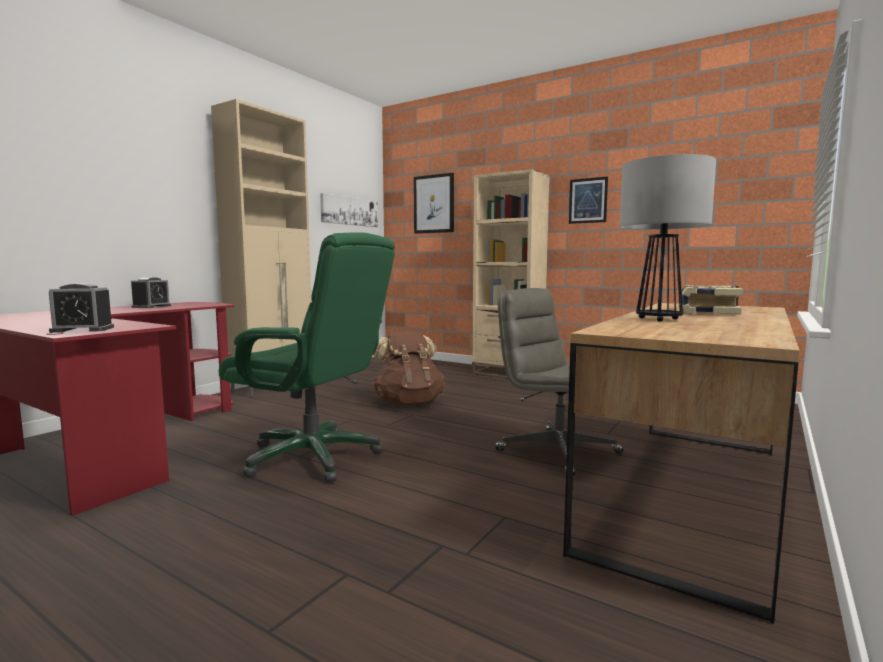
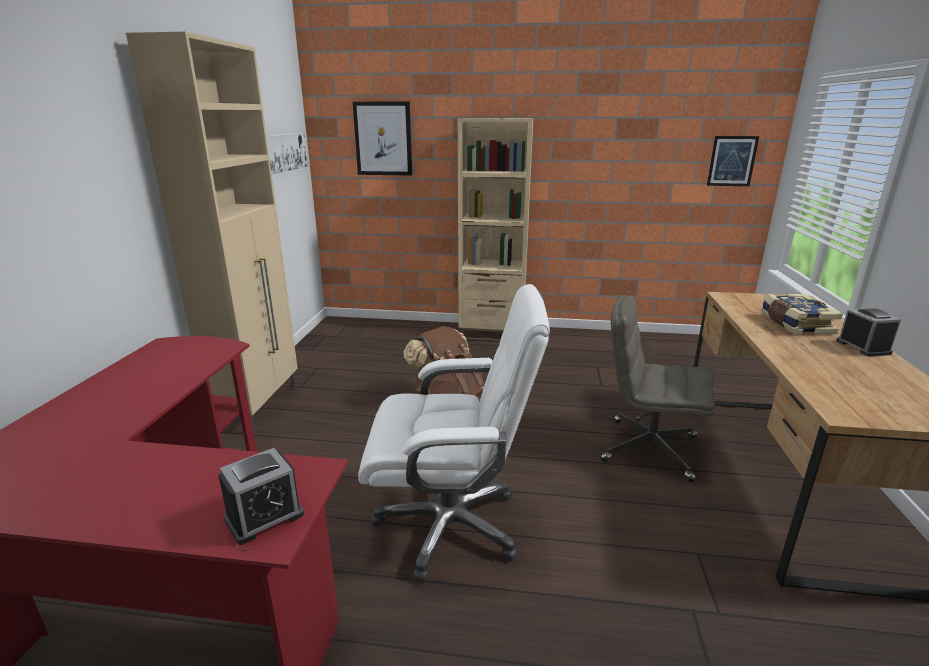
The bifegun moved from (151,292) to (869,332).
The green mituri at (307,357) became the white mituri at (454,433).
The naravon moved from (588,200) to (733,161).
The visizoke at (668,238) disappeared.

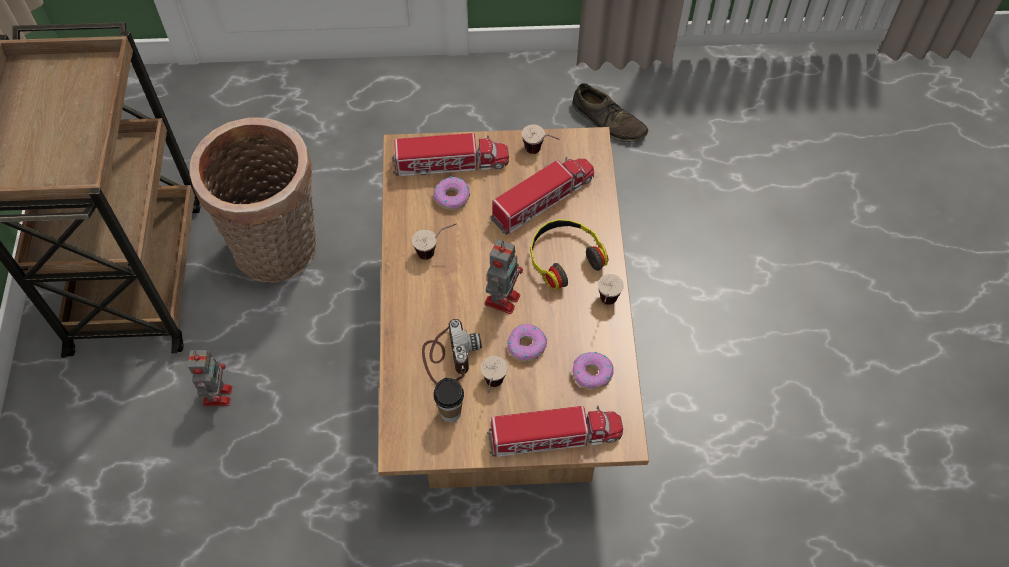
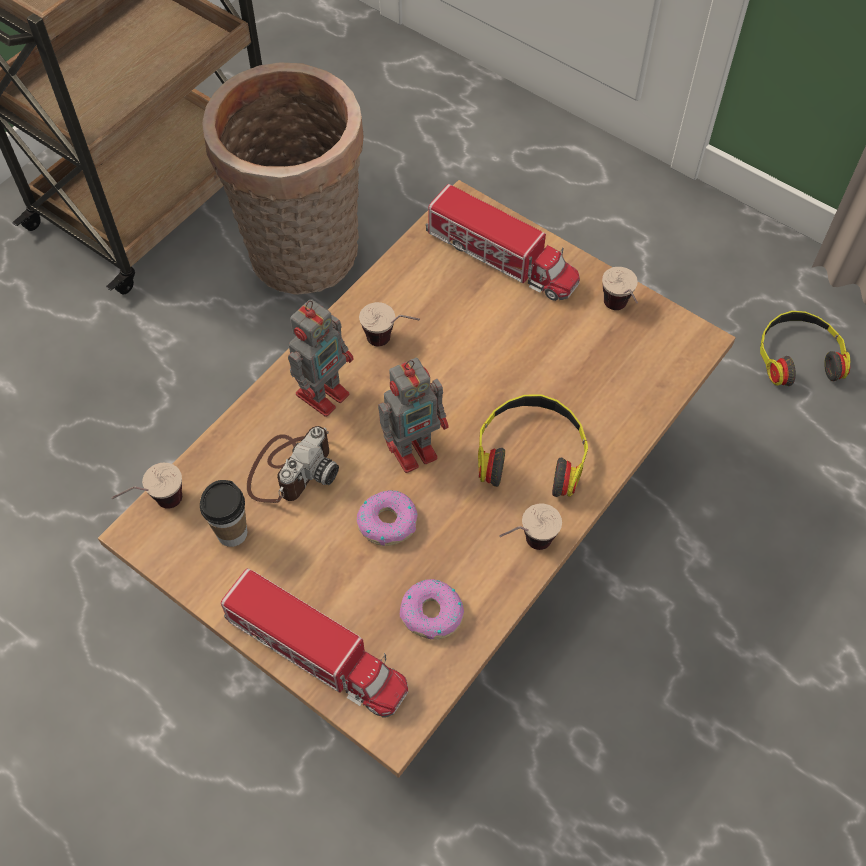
The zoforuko moved from (210,378) to (321,358).
The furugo at (452,193) disappeared.
The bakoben moved from (494,374) to (146,486).
The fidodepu at (542,196) disappeared.
The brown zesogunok at (610,112) was replaced by the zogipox at (805,348).

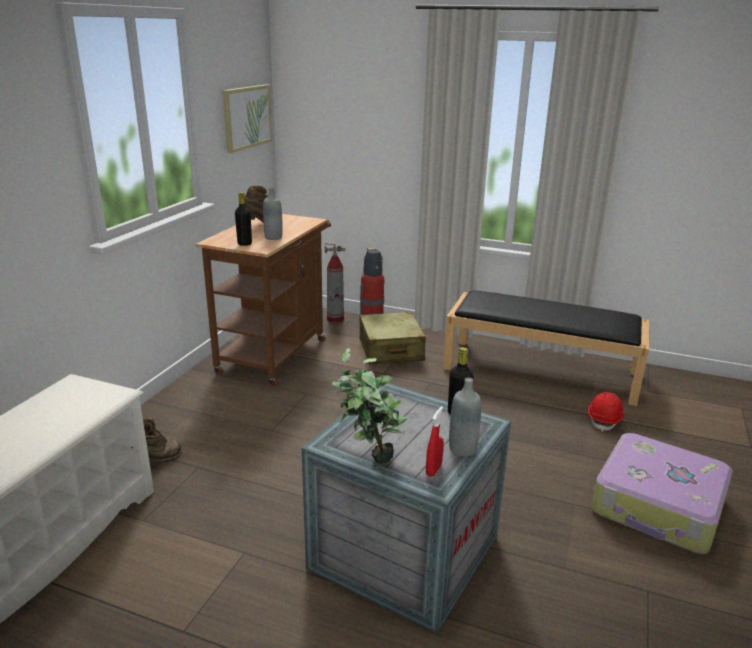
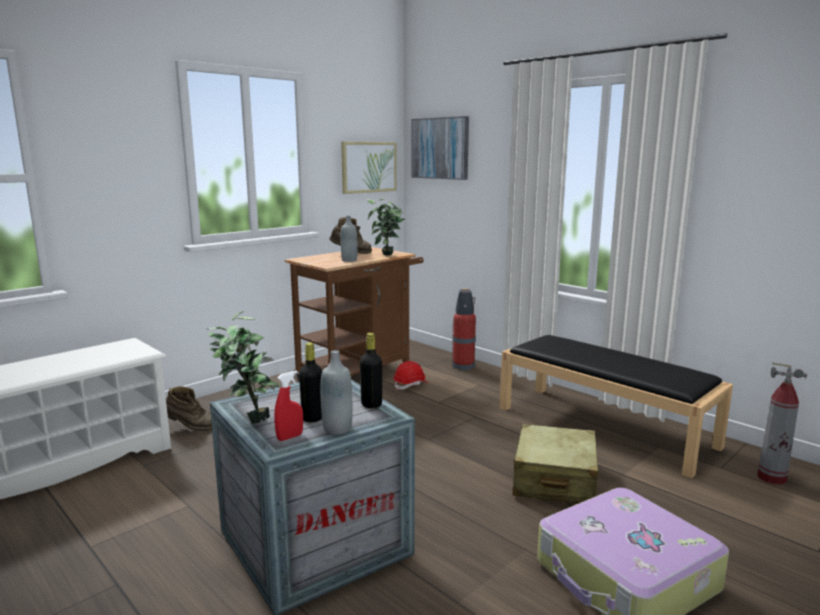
The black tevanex moved from (243,219) to (310,382).
The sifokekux moved from (335,283) to (782,423).
The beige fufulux moved from (392,338) to (556,464).
The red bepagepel moved from (606,412) to (410,375).
The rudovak at (386,226) appeared.
The naravon at (440,148) appeared.

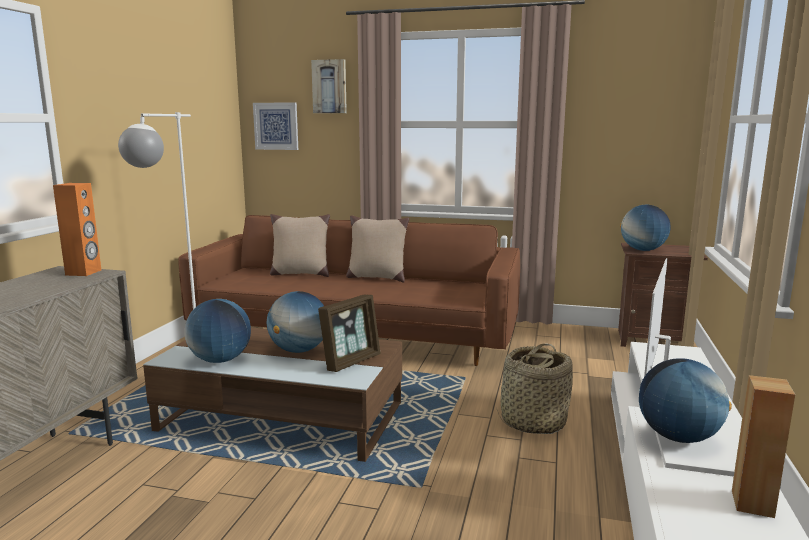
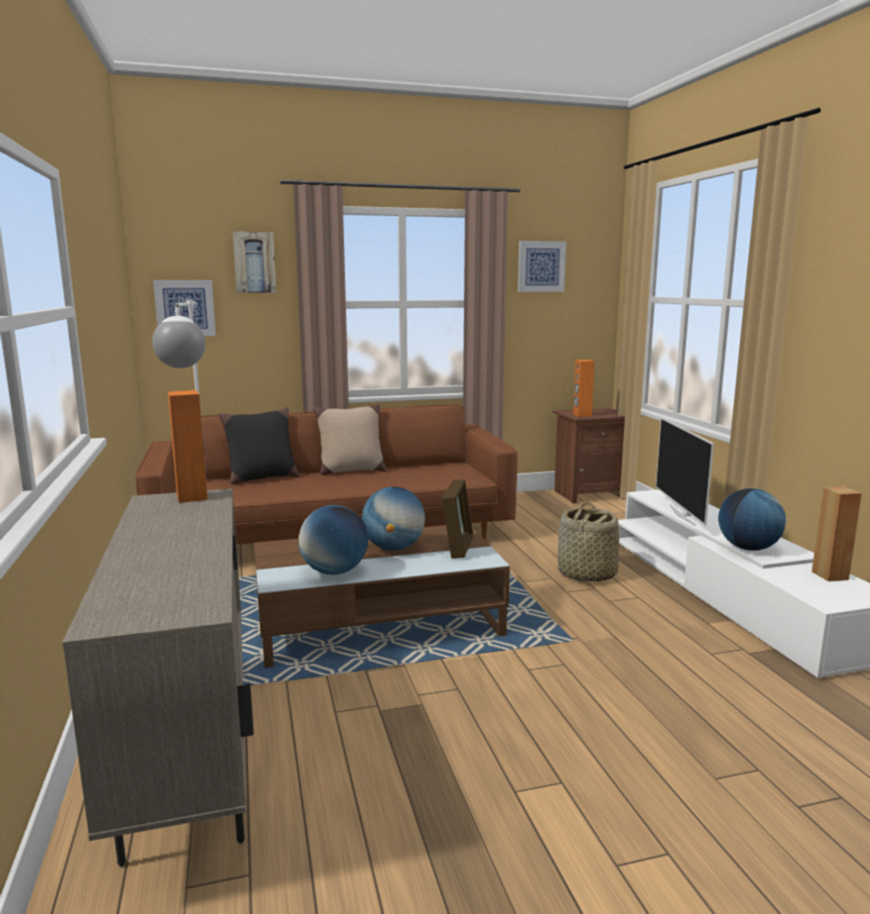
The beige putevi at (300,245) became the black putevi at (258,445).
The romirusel at (645,228) was replaced by the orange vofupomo at (584,388).
The naravon at (542,266) appeared.

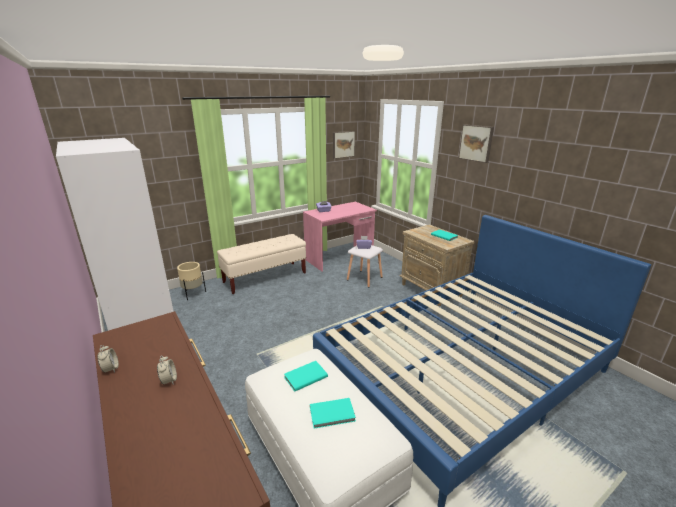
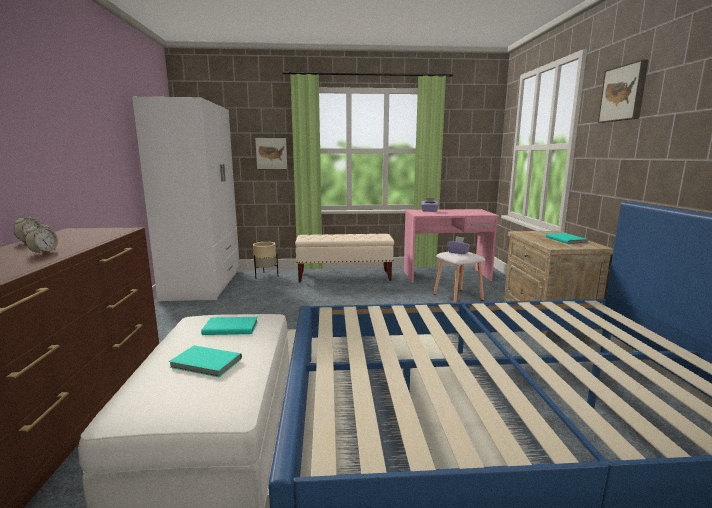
The naravon moved from (344,145) to (271,153).

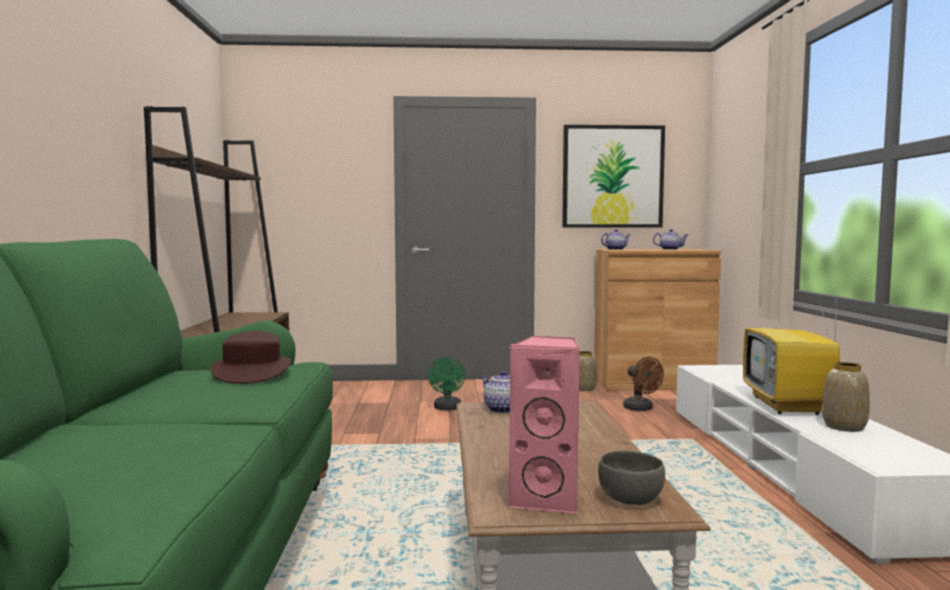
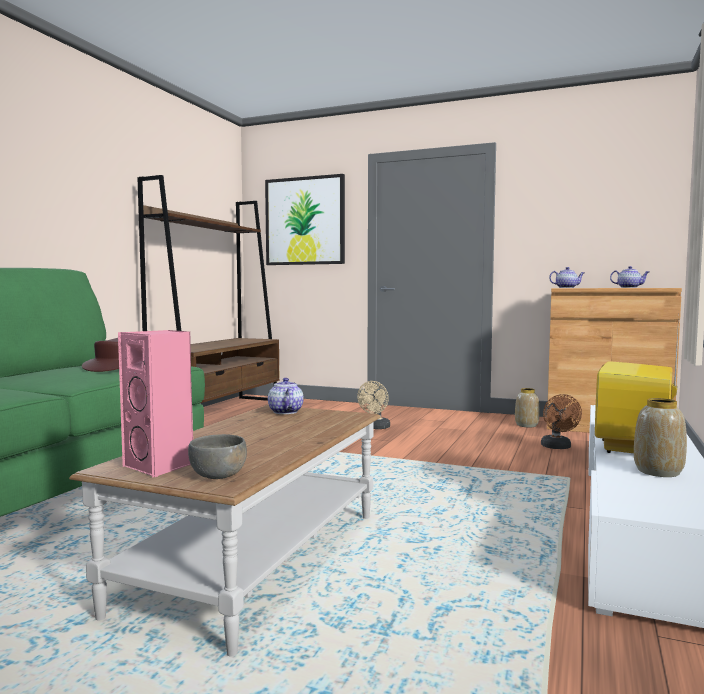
The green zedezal at (446,383) became the beige zedezal at (373,405).
The naravon moved from (613,176) to (305,219).

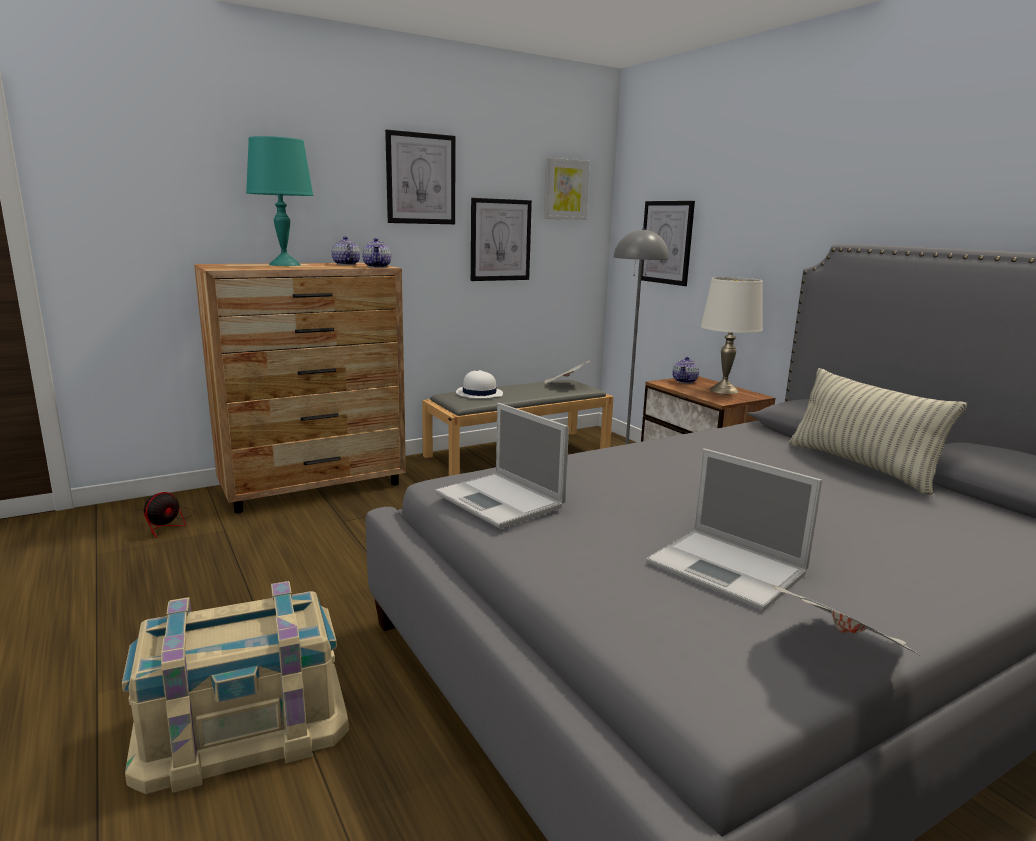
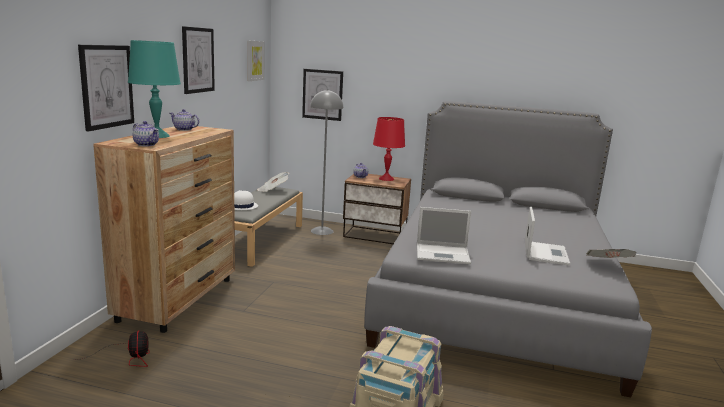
The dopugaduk moved from (376,252) to (146,133).
The naravon moved from (501,239) to (106,88).
The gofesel at (734,530) turned 75 degrees counterclockwise.
The white visizoke at (732,335) became the red visizoke at (389,149).
The putevi at (878,431) disappeared.

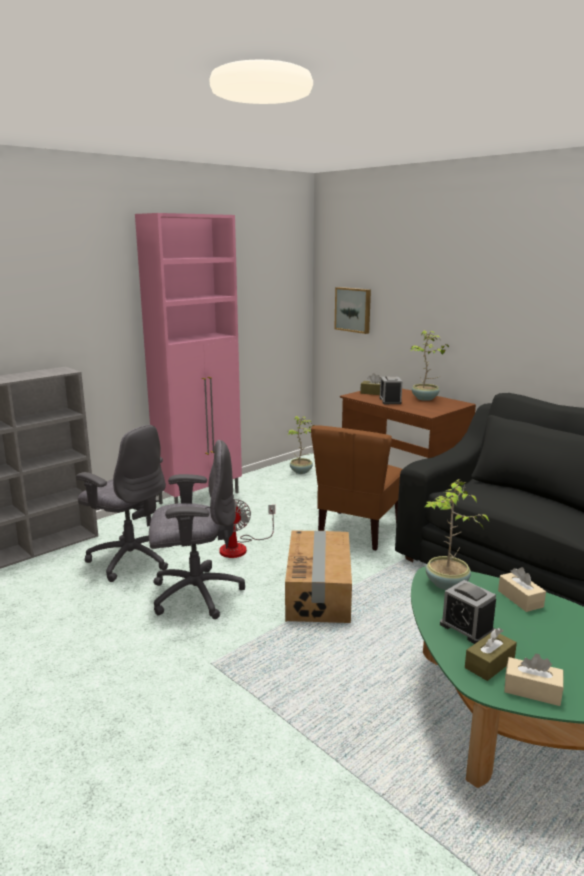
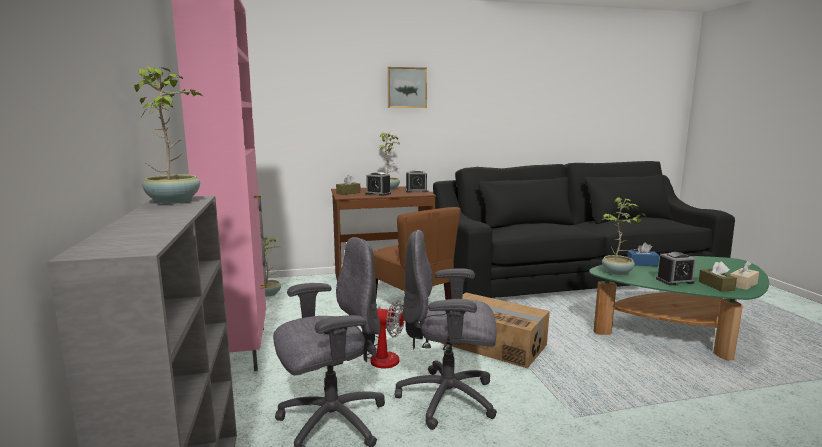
The grey mituri at (197,529) turned 105 degrees counterclockwise.
The naravon moved from (352,310) to (407,87).
The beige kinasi at (522,589) became the blue kinasi at (643,254).
The rudovak at (168,135) appeared.
The bifegun at (416,181) appeared.

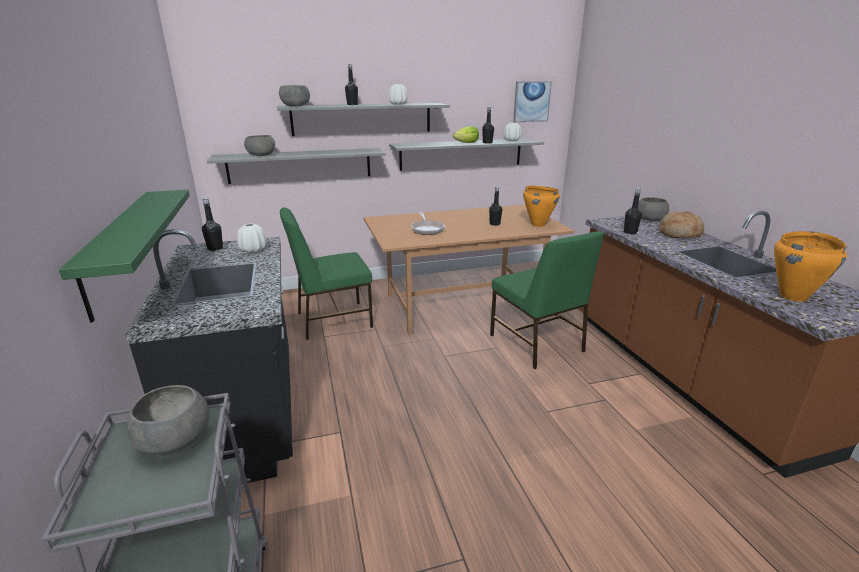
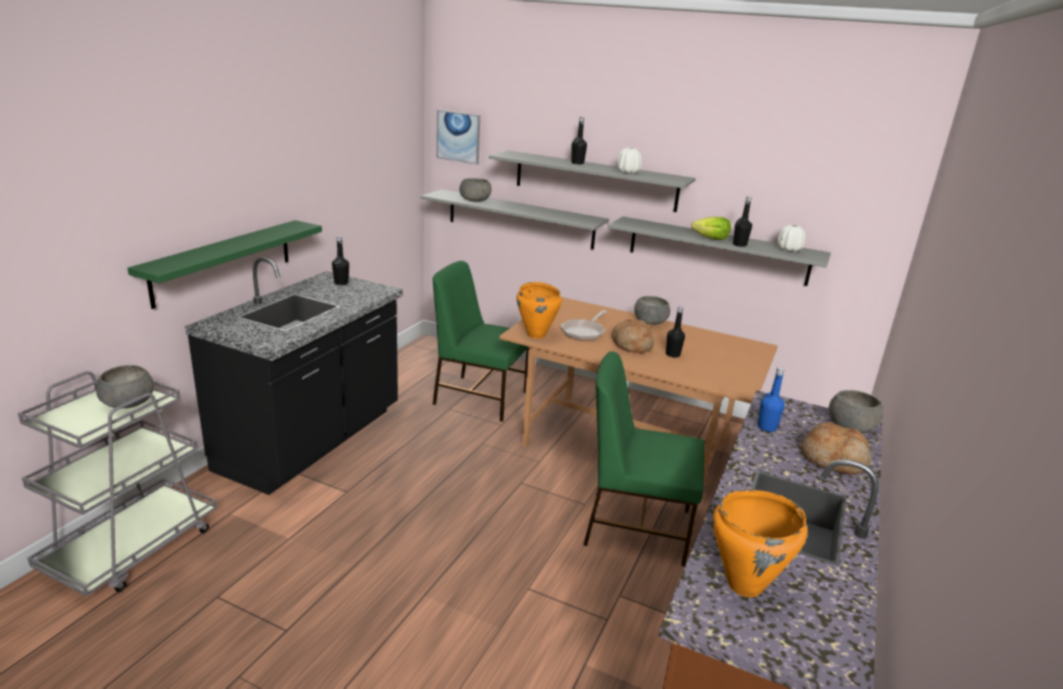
The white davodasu at (252,238) disappeared.
The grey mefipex moved from (294,95) to (652,310).
The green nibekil at (547,300) turned 90 degrees clockwise.
The naravon moved from (532,101) to (458,137).
The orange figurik moved from (541,206) to (539,310).
The black tevanex at (633,211) became the blue tevanex at (771,399).
The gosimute at (632,336) appeared.

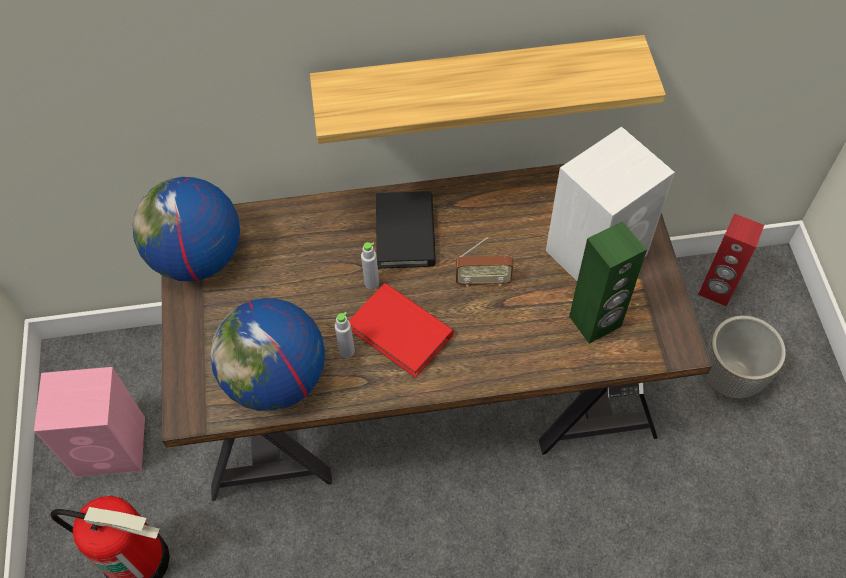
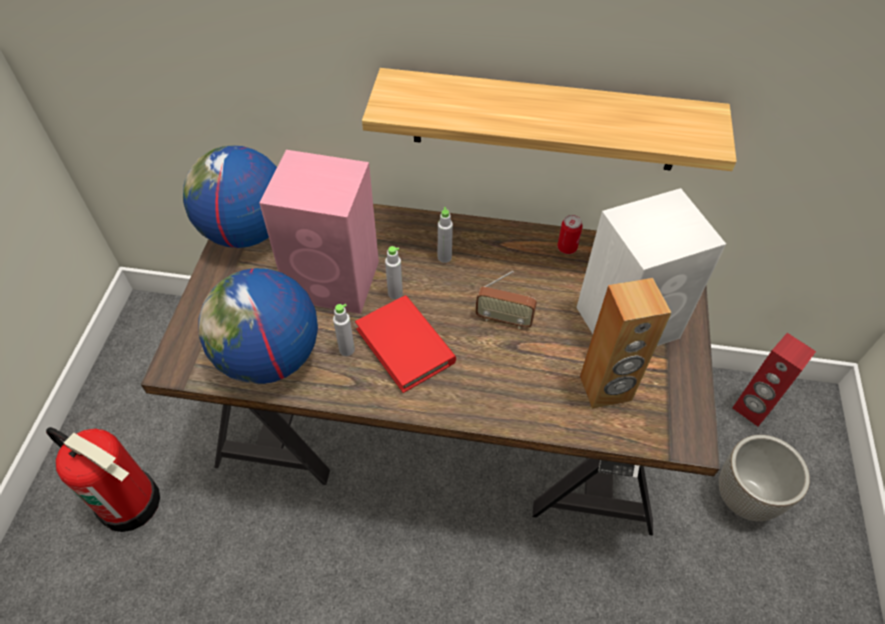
The pink vofupomo moved from (89,422) to (319,232).
The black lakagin at (406,230) was replaced by the grey tevanex at (445,235).
The green vofupomo at (608,283) became the brown vofupomo at (626,343).
The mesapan at (570,234) appeared.

